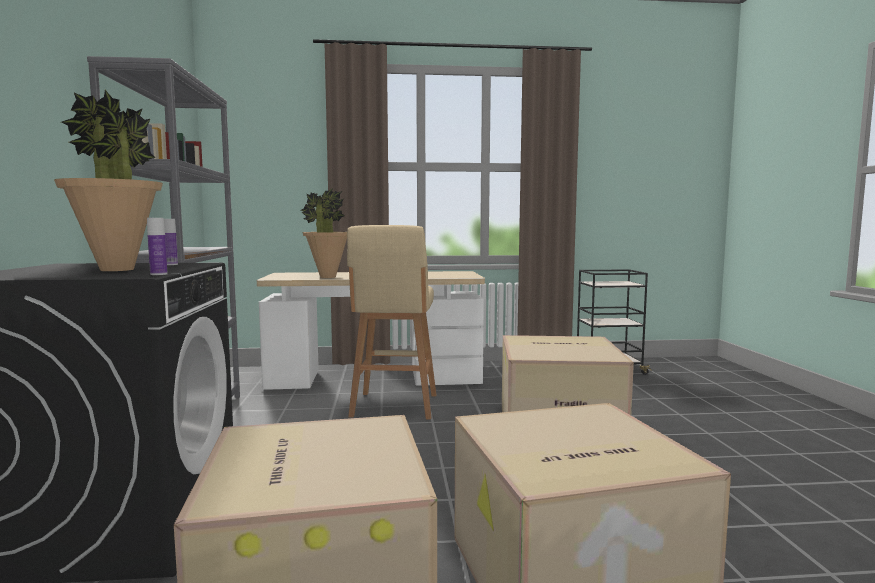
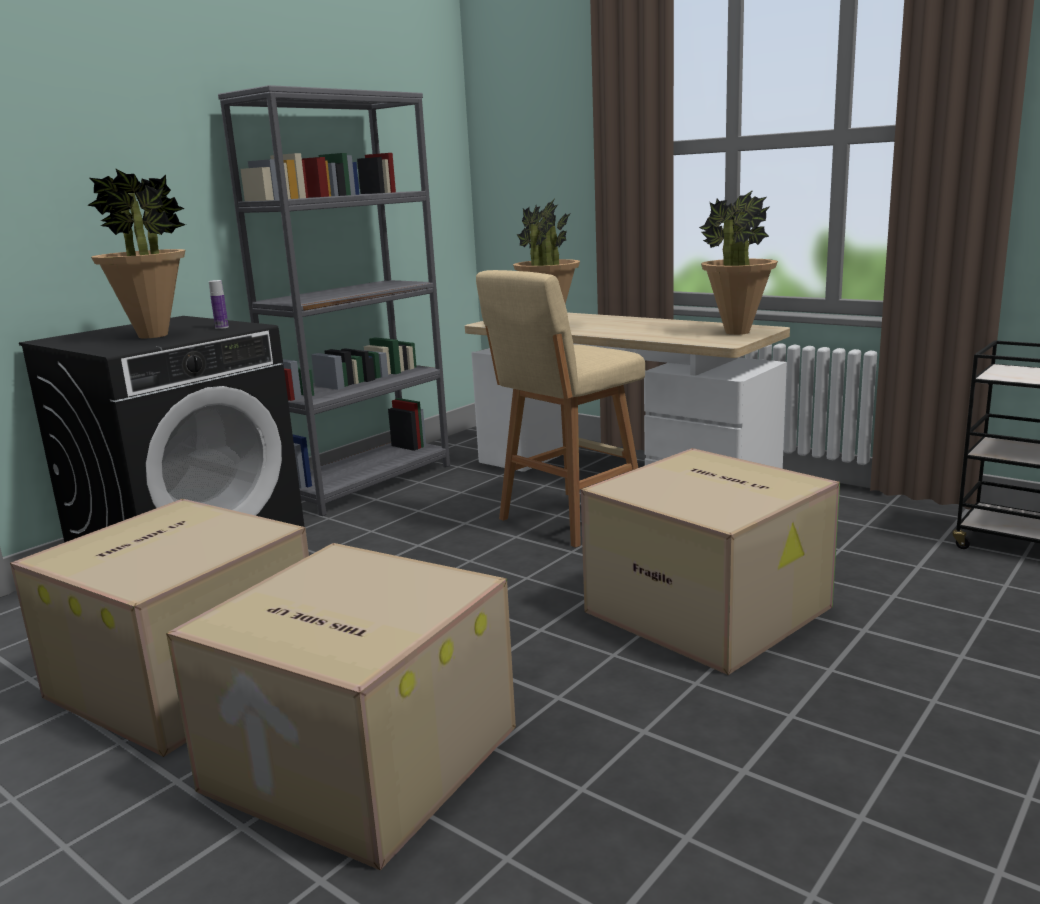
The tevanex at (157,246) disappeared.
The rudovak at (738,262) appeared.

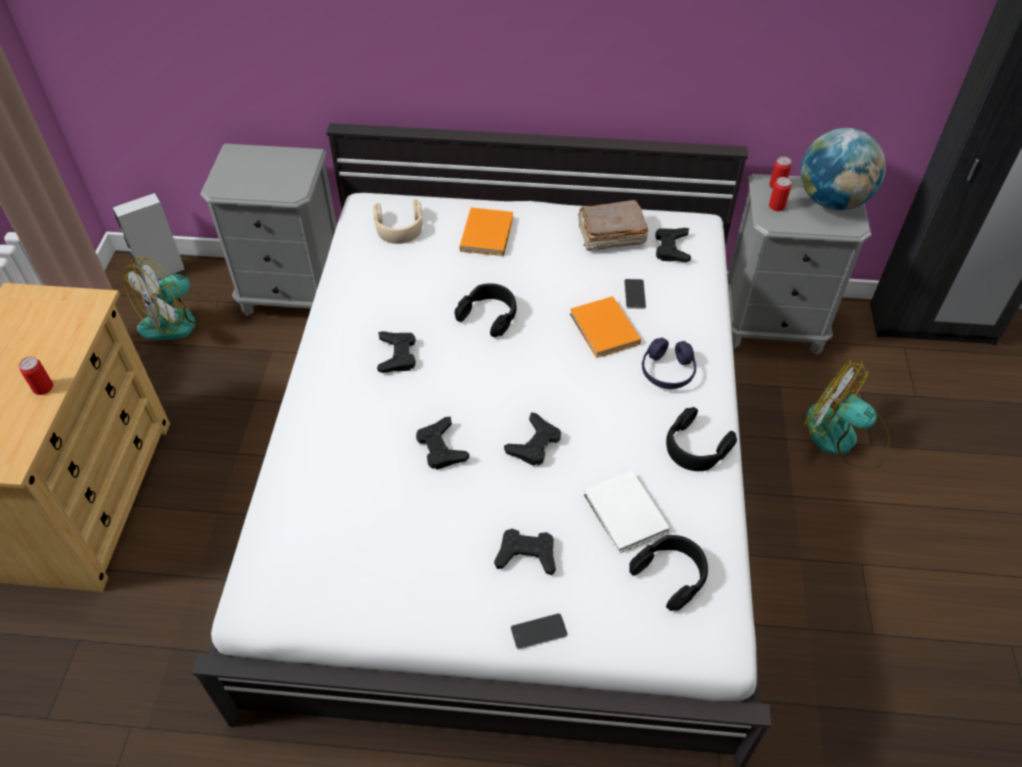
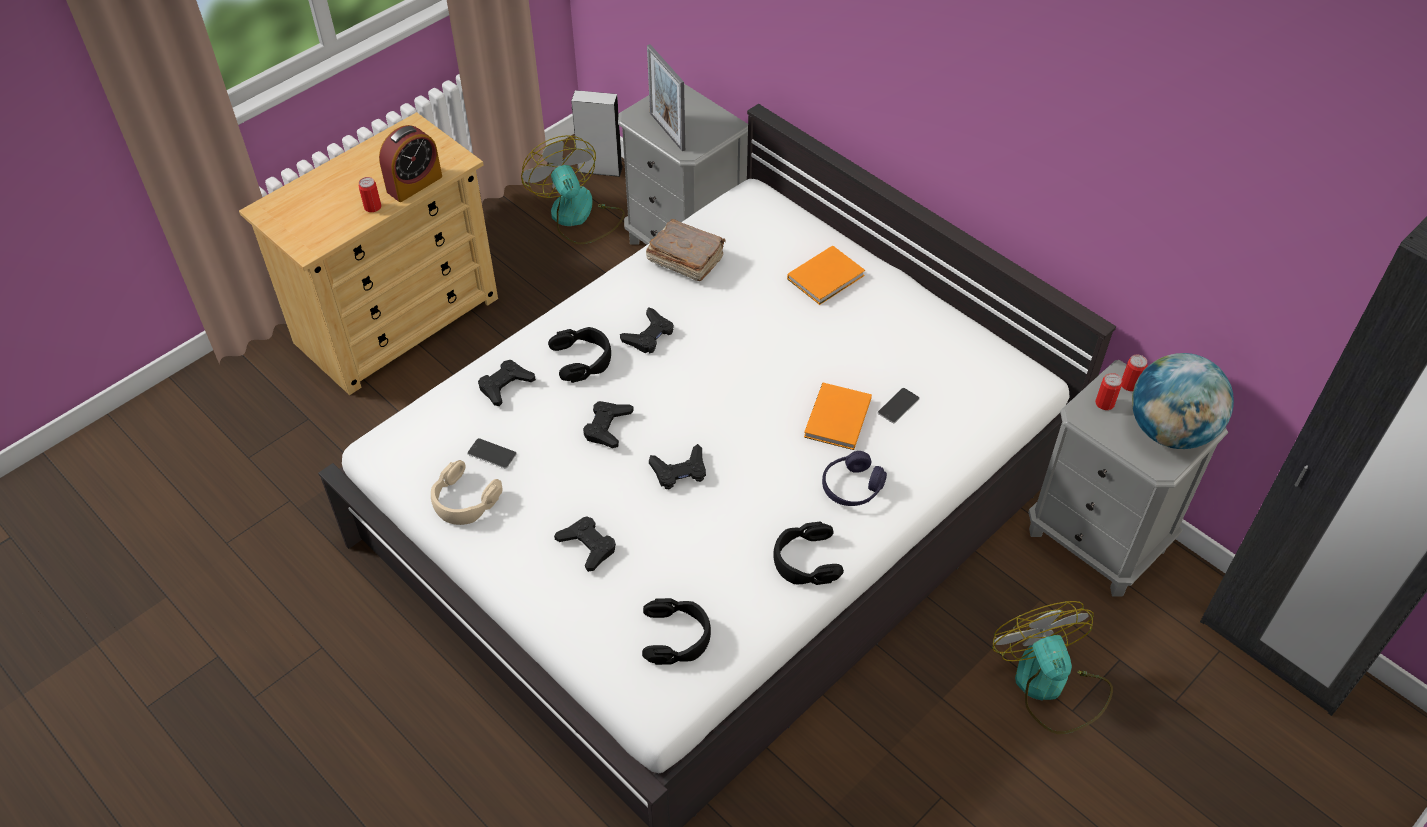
The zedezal at (171,299) turned 75 degrees clockwise.
The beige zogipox moved from (397,221) to (467,492).
The black zogipox moved from (485,310) to (579,355).
The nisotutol moved from (539,631) to (492,453).
The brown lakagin moved from (613,225) to (686,250).
The white lakagin at (627,512) disappeared.
The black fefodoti moved from (673,245) to (507,383).
The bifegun at (410,163) appeared.
The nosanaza at (666,97) appeared.

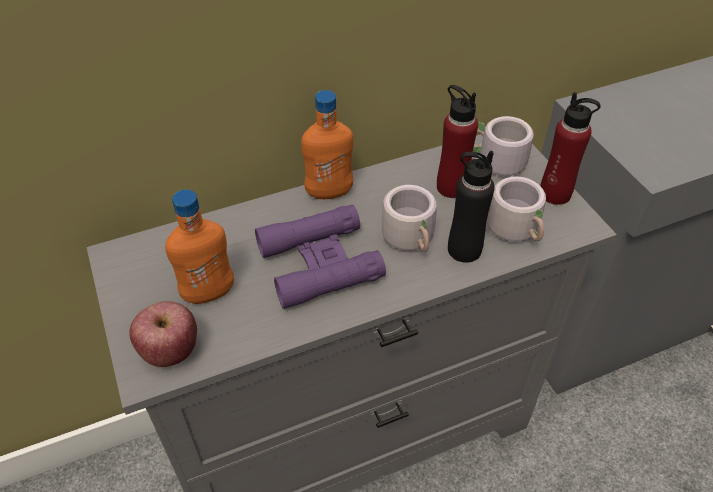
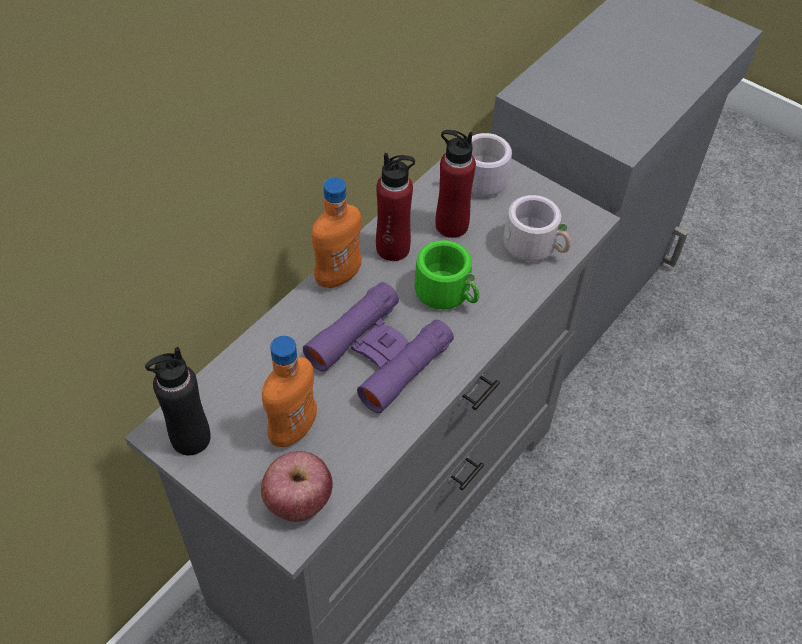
The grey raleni at (409,218) became the green raleni at (447,275).
The black tevanex moved from (471,207) to (178,401).
The red tevanex moved from (570,148) to (395,207).

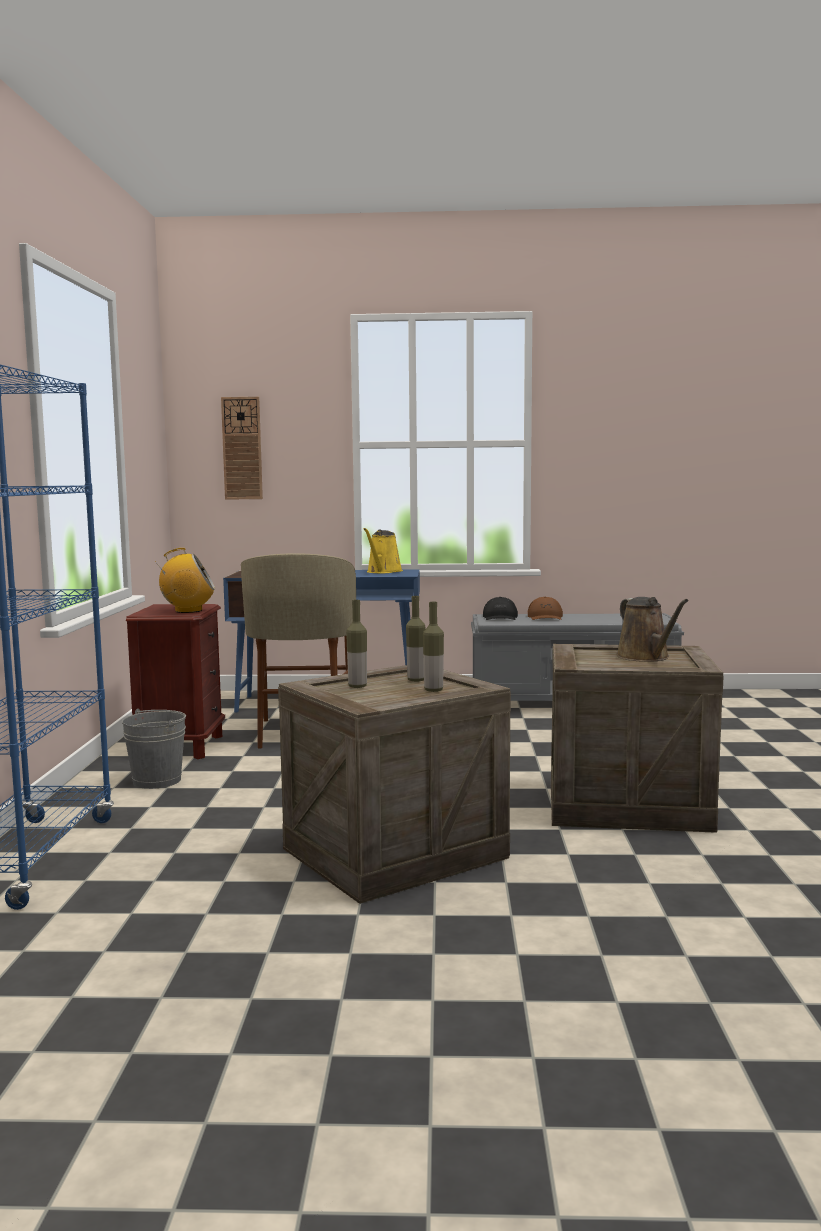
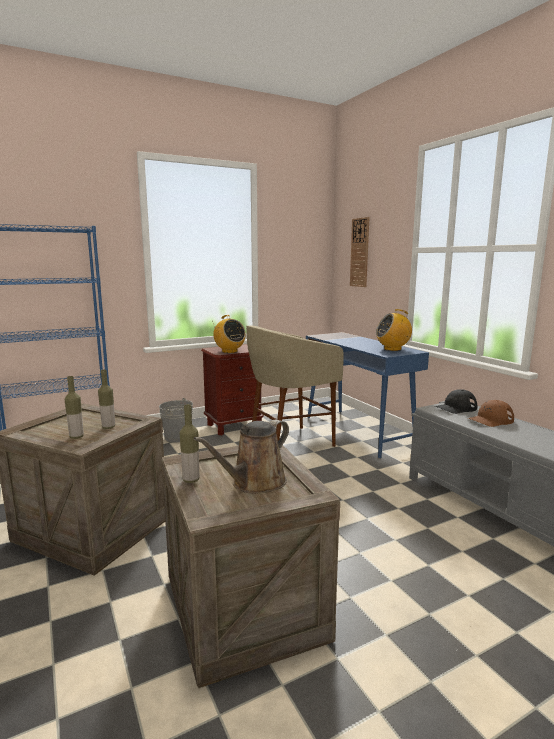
The tevanex moved from (356,644) to (189,443).
The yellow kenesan at (383,550) was replaced by the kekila at (394,330).

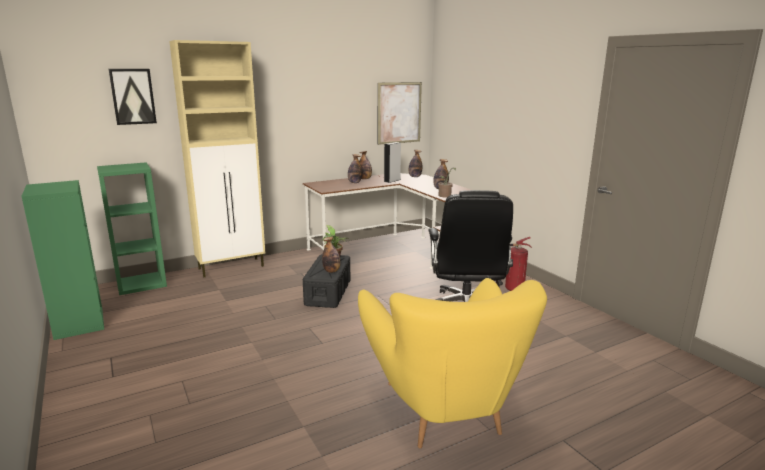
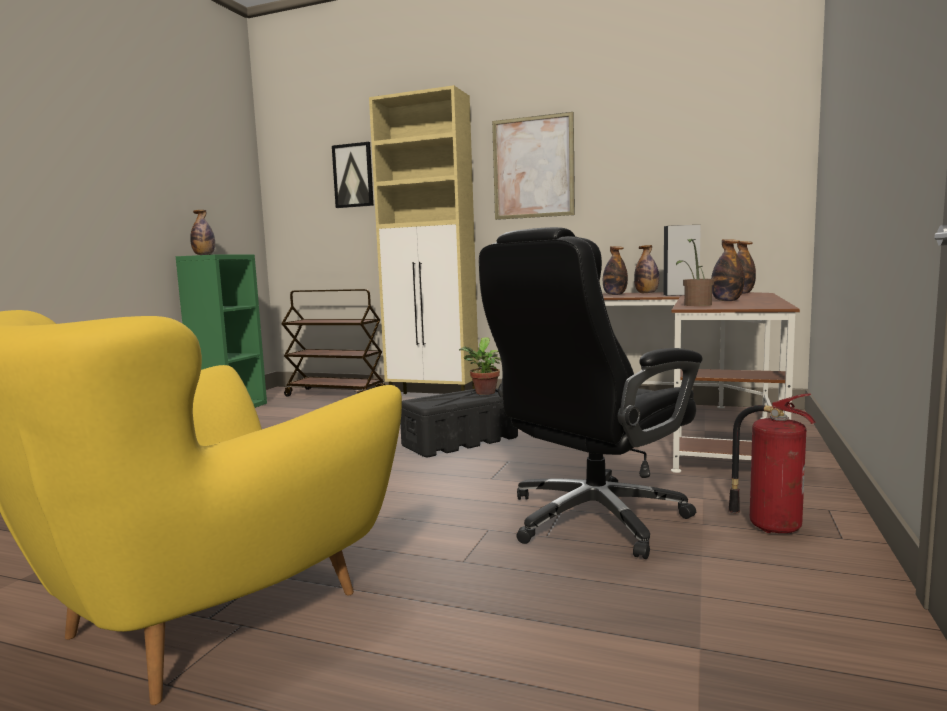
The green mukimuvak at (132,228) was replaced by the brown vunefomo at (333,343).
The tevanex moved from (331,255) to (202,232).
The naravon moved from (400,113) to (533,166).

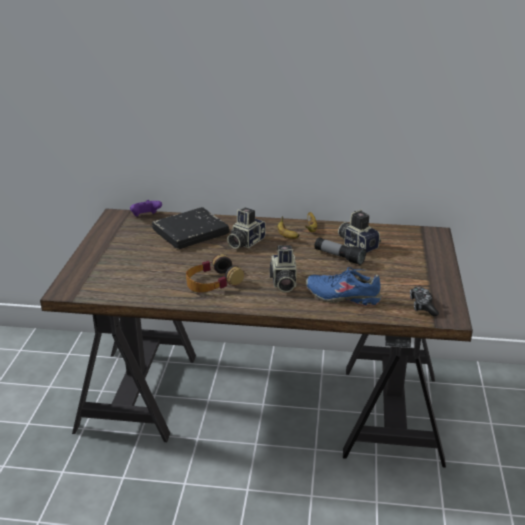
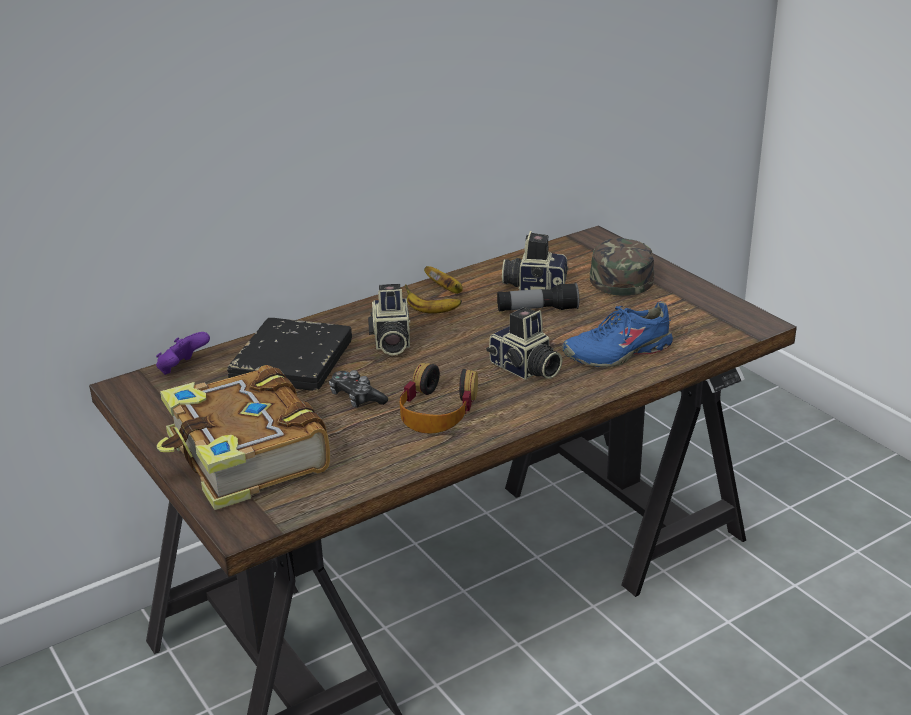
The fefodoti moved from (424,301) to (358,388).
The lakagin at (243,437) appeared.
The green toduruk at (622,266) appeared.

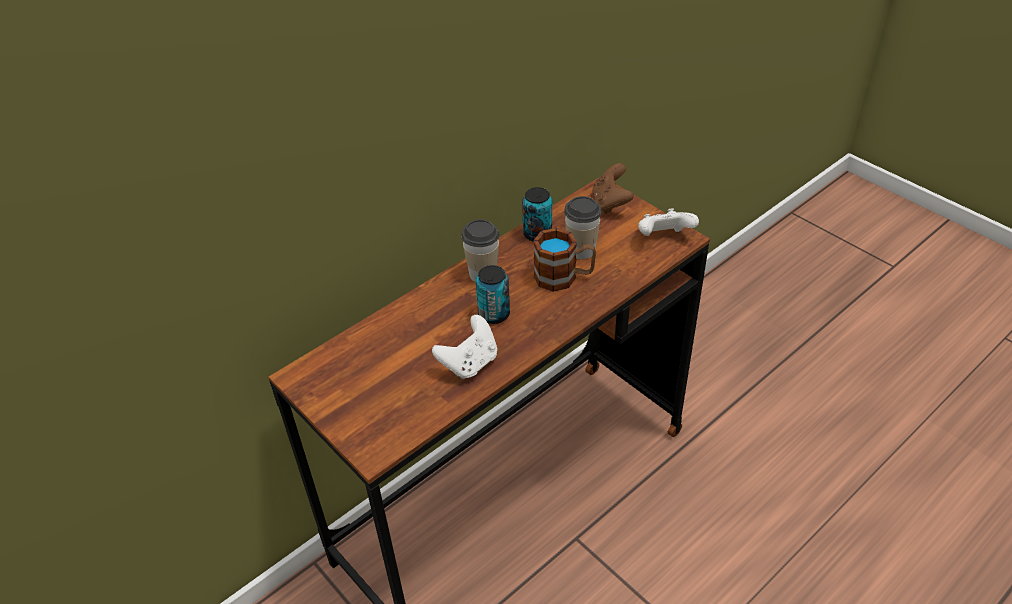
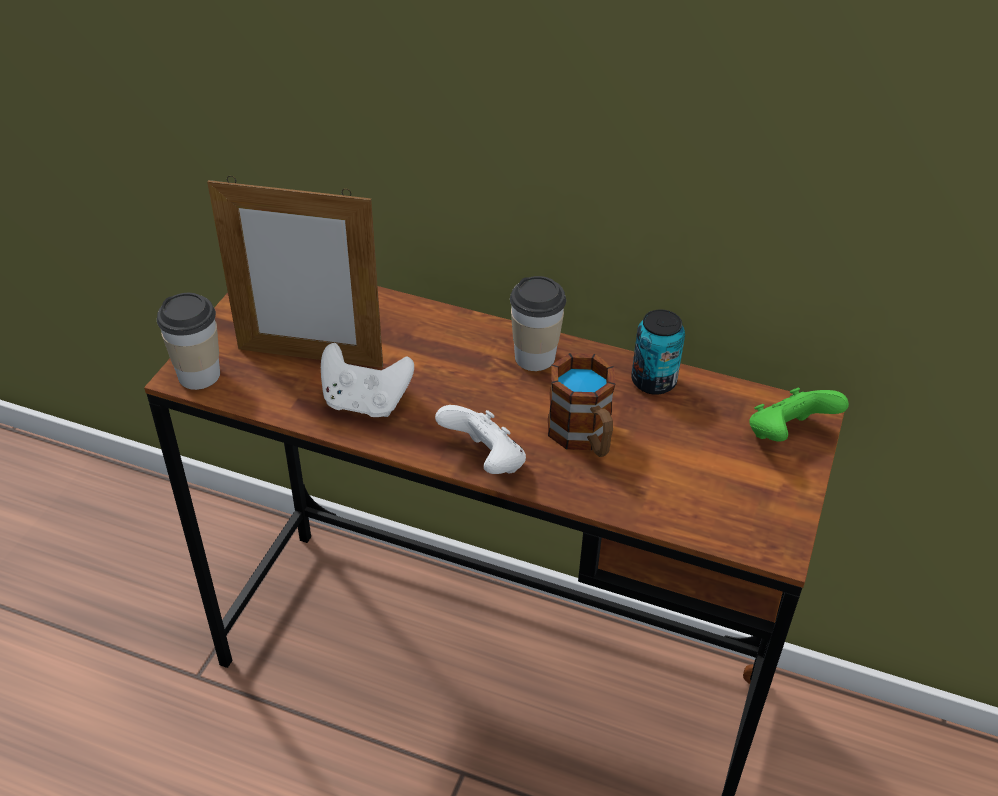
The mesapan at (493,294) disappeared.
The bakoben moved from (583,227) to (188,341).
The brown fefodoti at (613,188) became the green fefodoti at (799,415).
The white fefodoti moved from (668,222) to (480,439).
The nosanaza at (295,272) appeared.

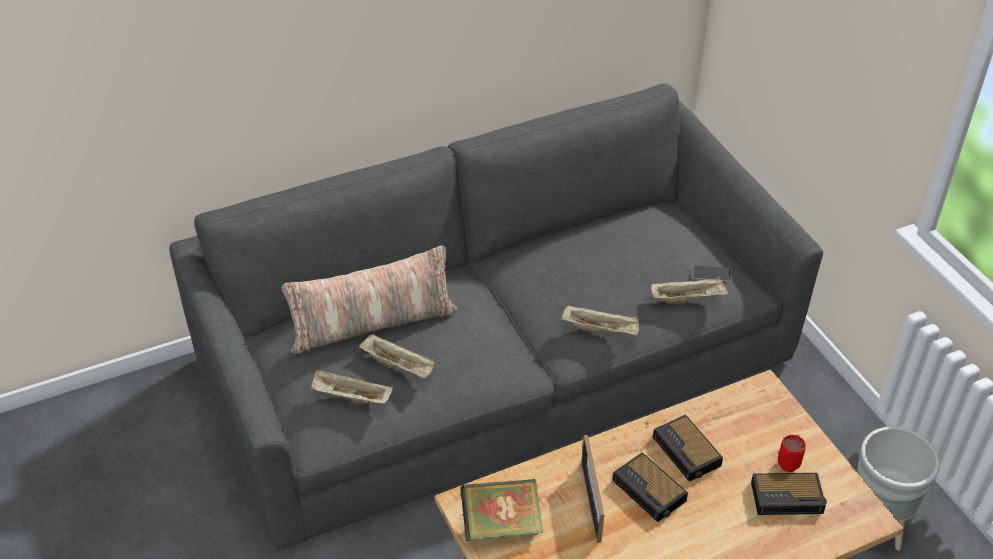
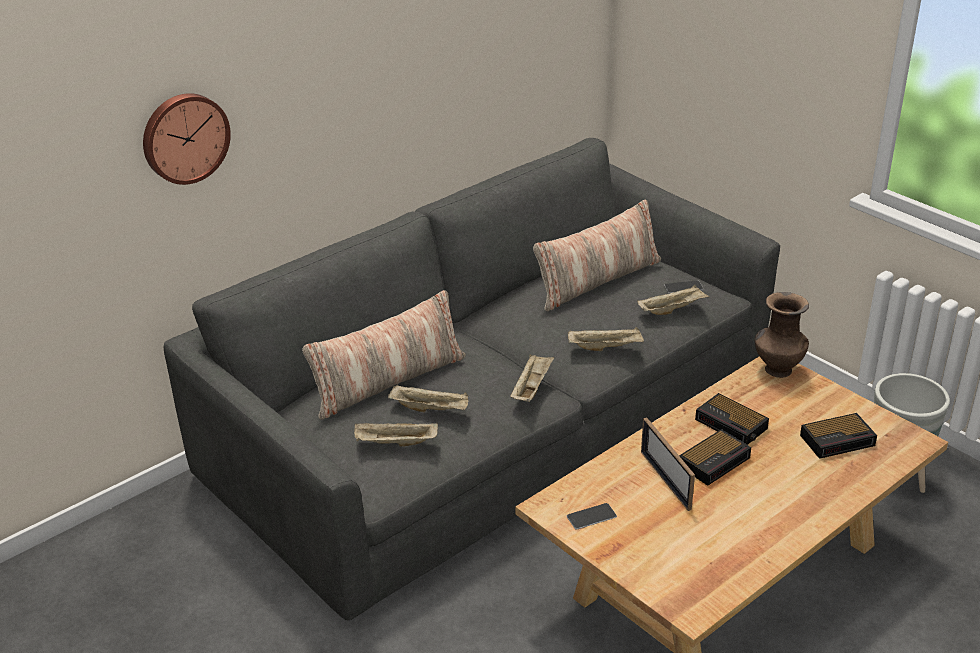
The lakagin at (501,510) was replaced by the nisotutol at (592,516).
The bifegun at (650,487) turned 75 degrees counterclockwise.
The red raleni at (792,453) disappeared.
The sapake at (187,139) appeared.
The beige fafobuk at (532,378) appeared.
The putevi at (597,255) appeared.
The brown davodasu at (782,335) appeared.

